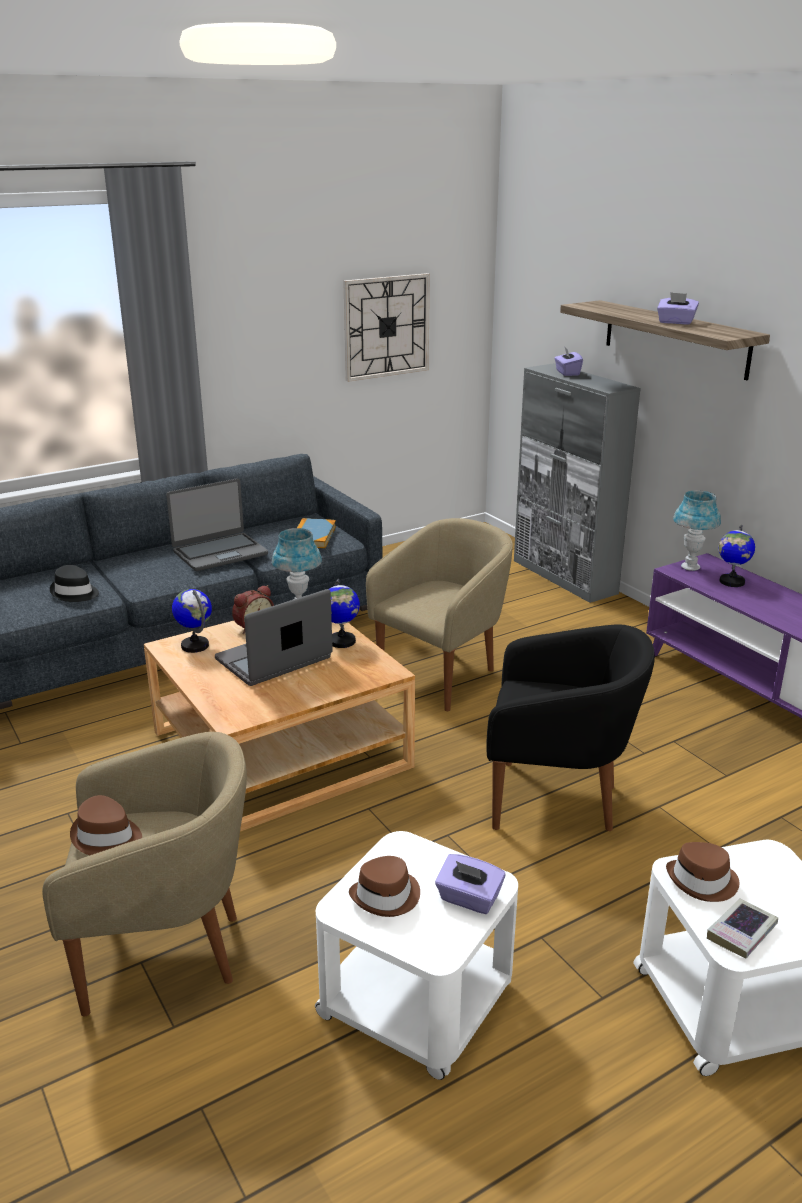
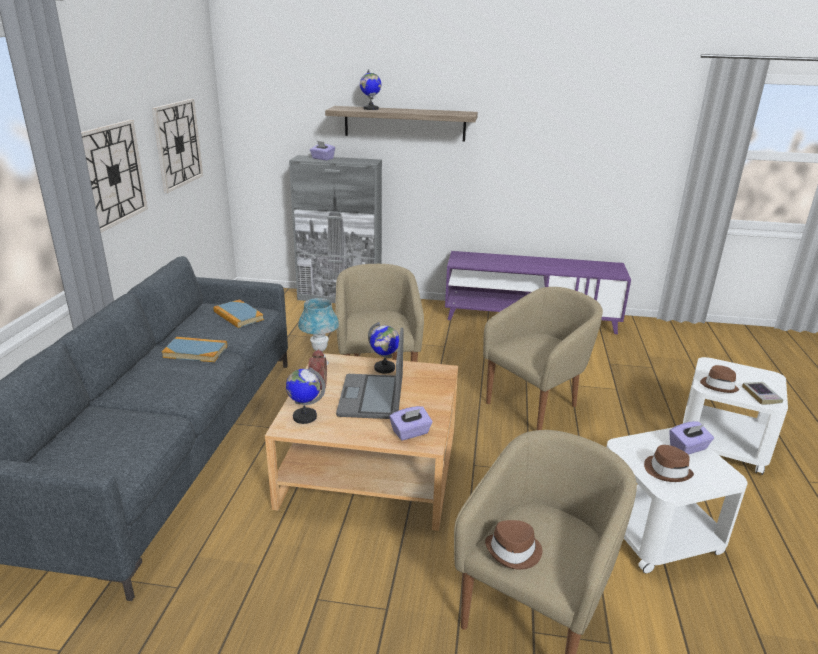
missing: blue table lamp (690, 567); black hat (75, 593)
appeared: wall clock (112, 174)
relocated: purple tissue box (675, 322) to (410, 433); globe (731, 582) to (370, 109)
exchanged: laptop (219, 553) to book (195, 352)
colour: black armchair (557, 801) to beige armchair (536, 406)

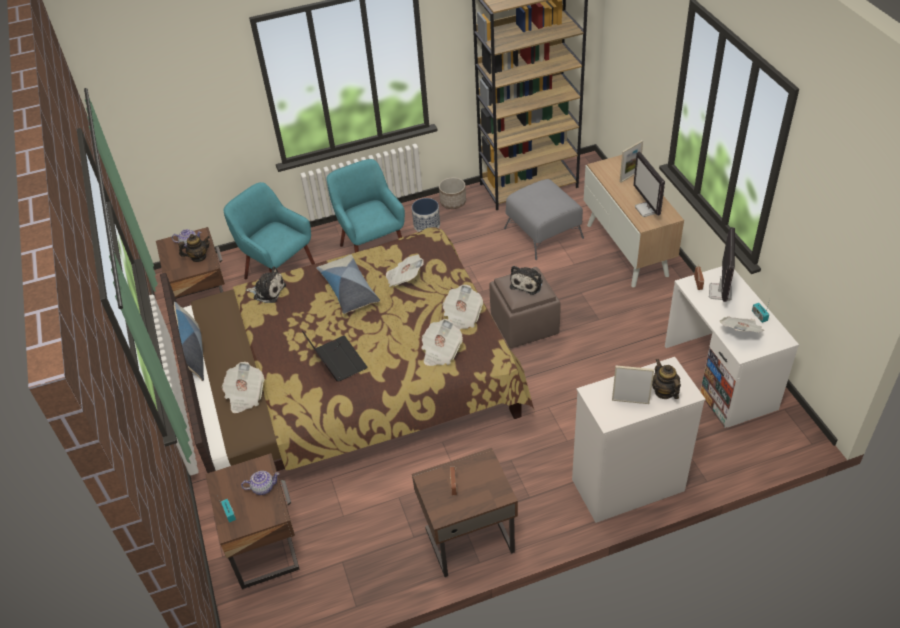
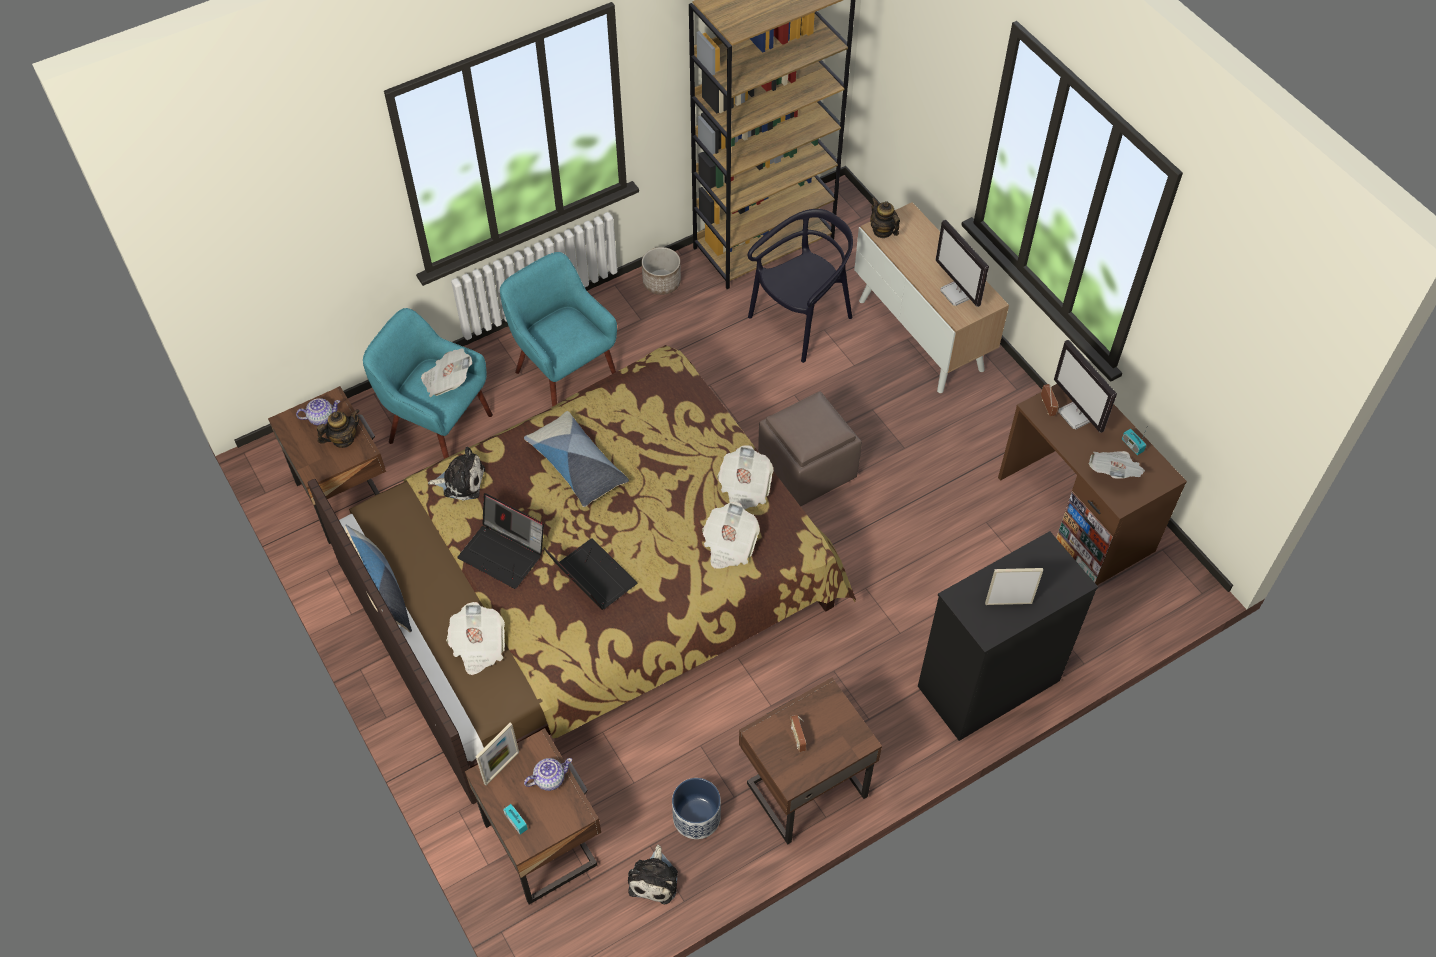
appeared: laptop (504, 553)
relocated: picture frame (629, 176) to (501, 768); planter (427, 225) to (697, 817); newspaper (404, 278) to (447, 381); plush toy (527, 283) to (654, 879); teapot (664, 392) to (882, 231)
exchanged: grey ottoman (543, 233) to black chair (801, 320)
colour: white desk (720, 376) to brown desk (1075, 514); white dresser (627, 485) to black dresser (987, 684)
spun: monitor (720, 292) = (1077, 415) 150 degrees clockwise

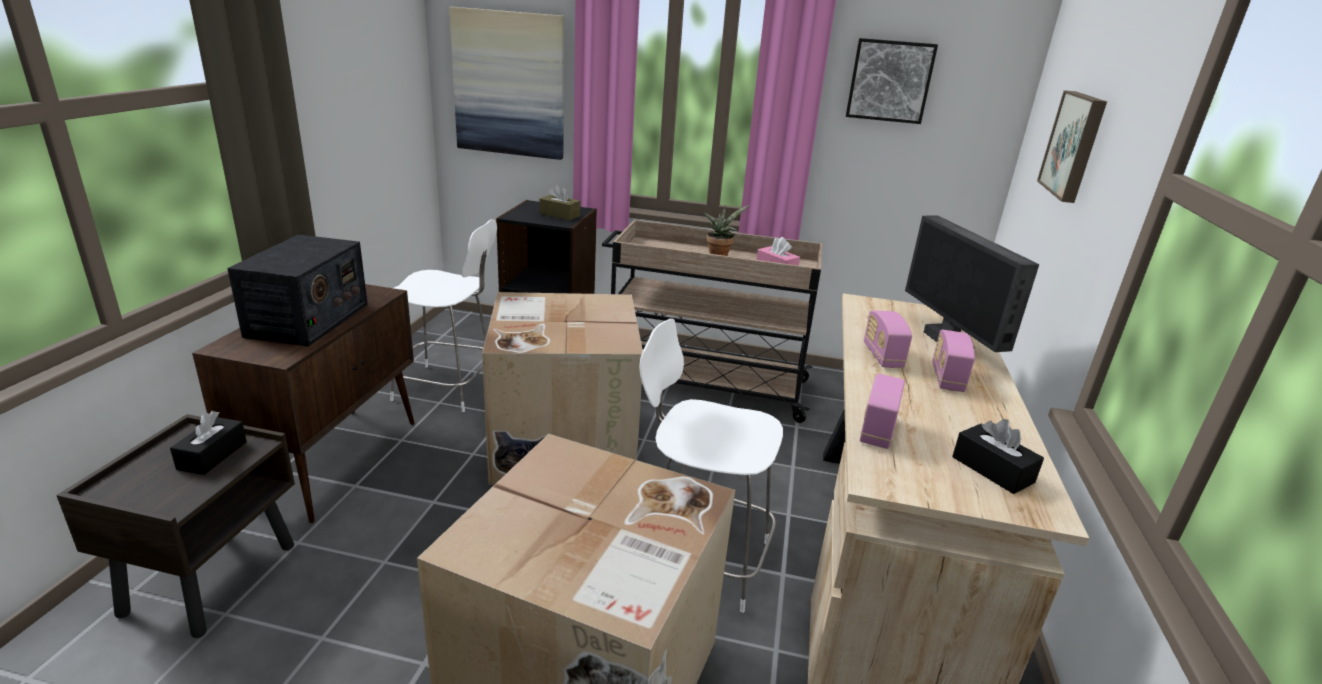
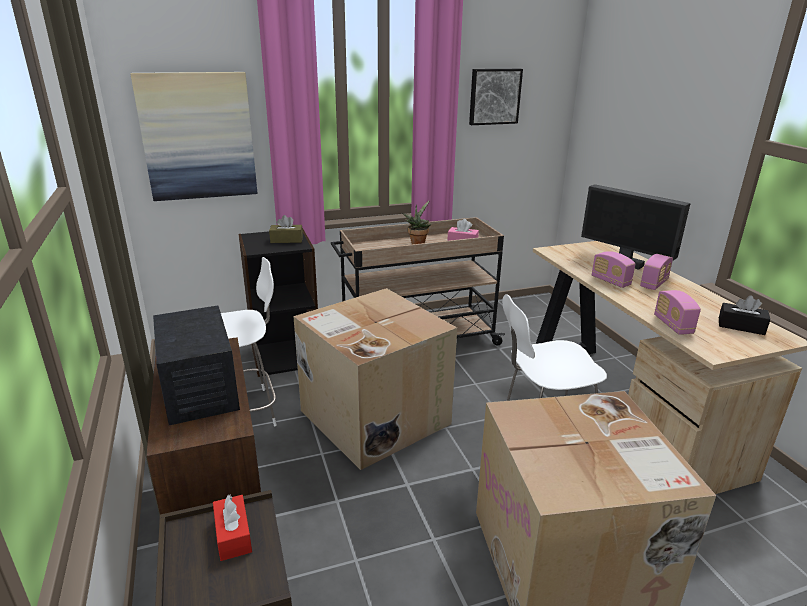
missing: picture (1075, 145)
colour: black tissue box (212, 455) to red tissue box (233, 535)
spun: radio (947, 378) = (654, 284) 120 degrees counterclockwise

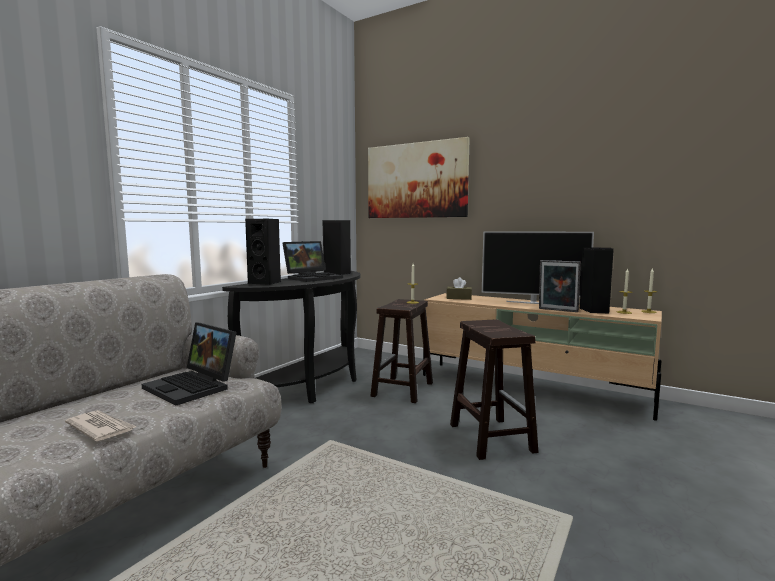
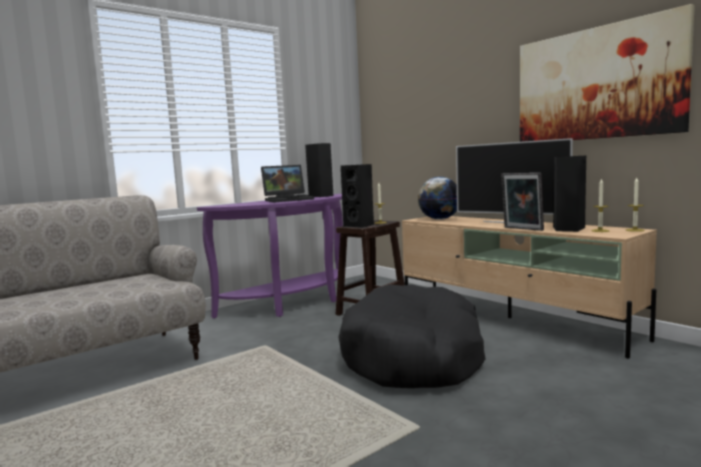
missing: laptop (194, 387); newspaper (101, 428)
relocated: picture (416, 180) to (596, 84); black speaker (266, 283) to (360, 225)
exchanged: brown tissue box (459, 298) to globe (439, 219); brown stool (490, 437) to black dog bed (414, 356)
colour: black console table (314, 387) to purple console table (294, 304)

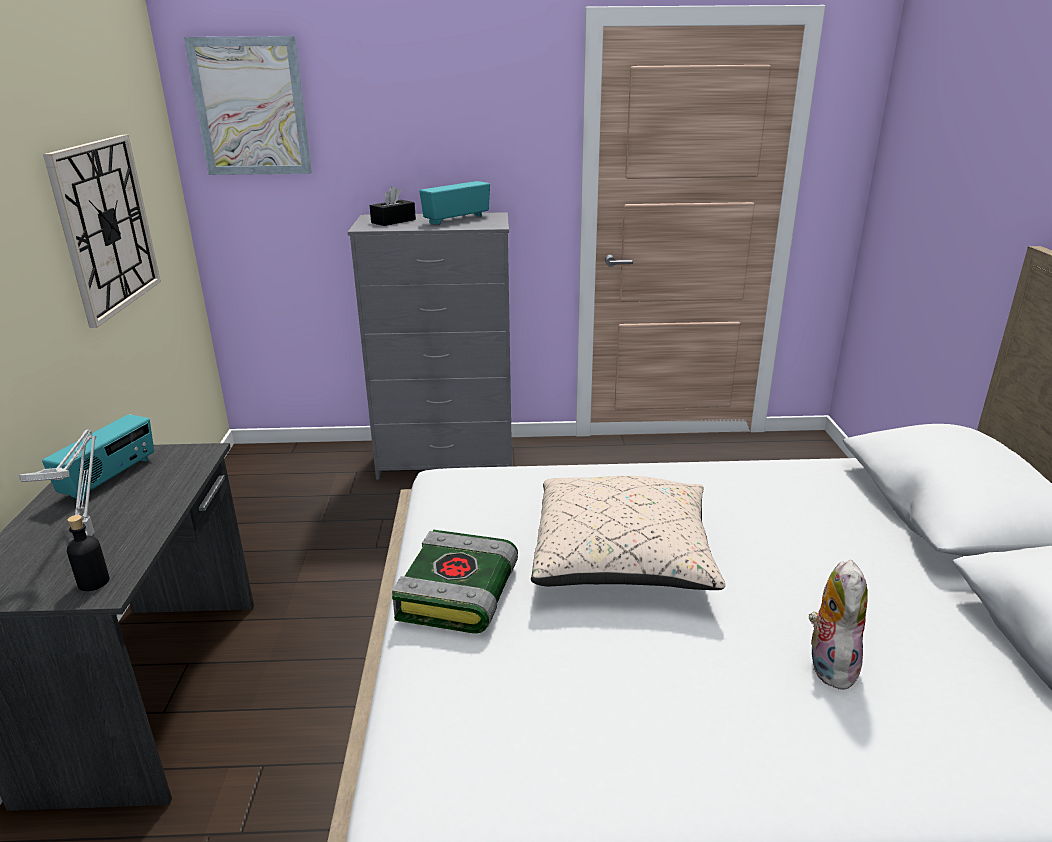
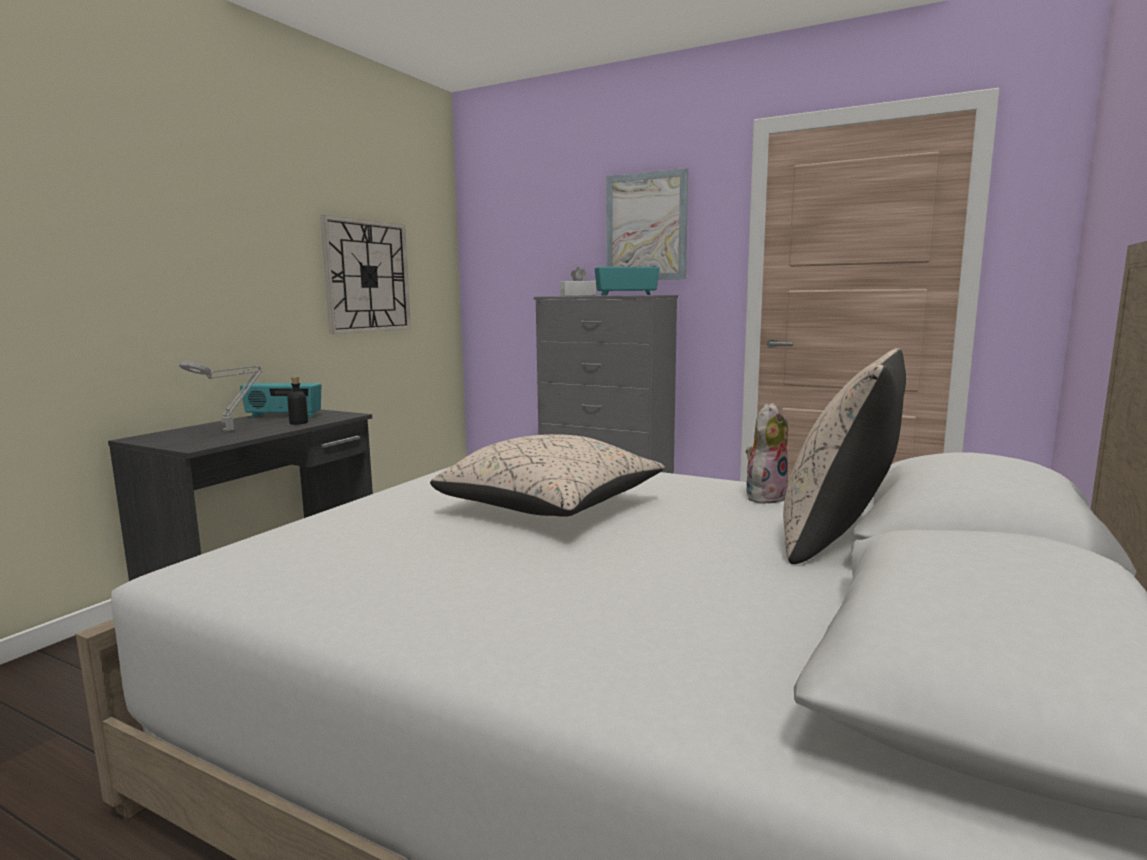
missing: book (459, 595)
appeared: beige pillow (837, 537)
relocated: picture (251, 107) to (646, 227); black bottle (94, 582) to (299, 423); plush toy (828, 664) to (765, 496)
colour: black tissue box (393, 221) to white tissue box (578, 295)
spun: radio (110, 478) = (283, 416) 45 degrees clockwise

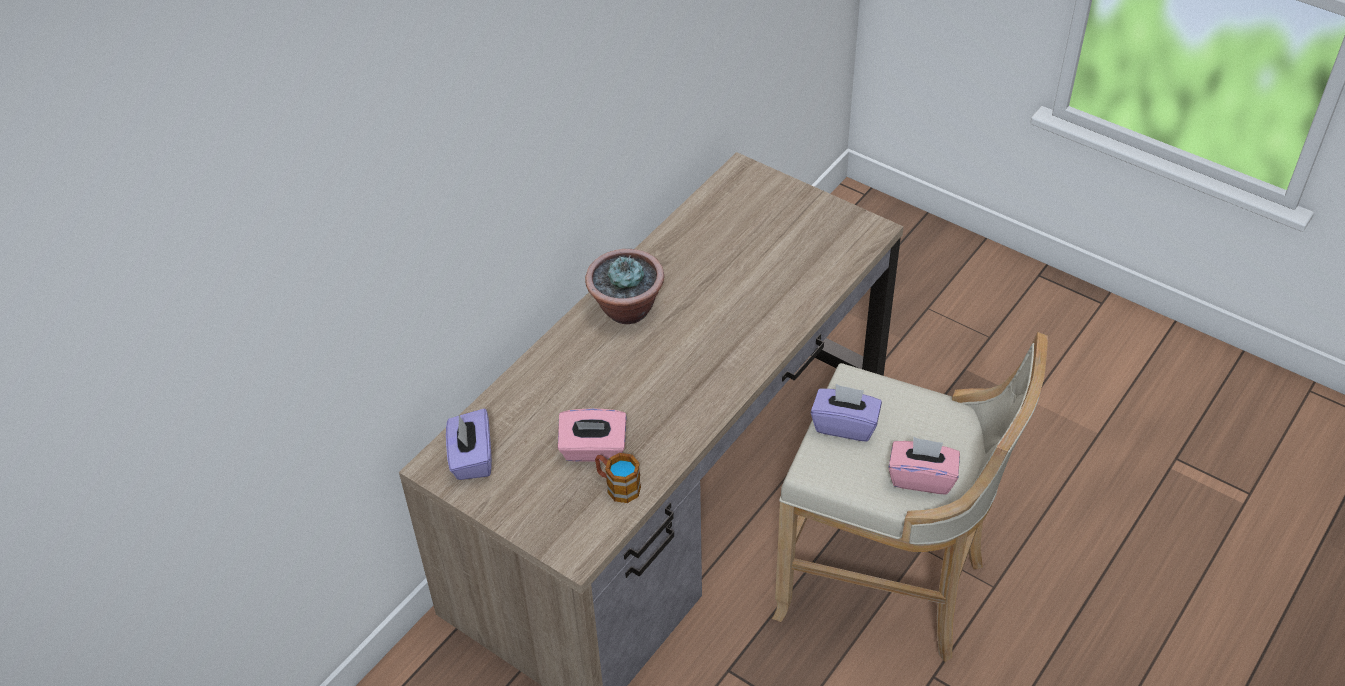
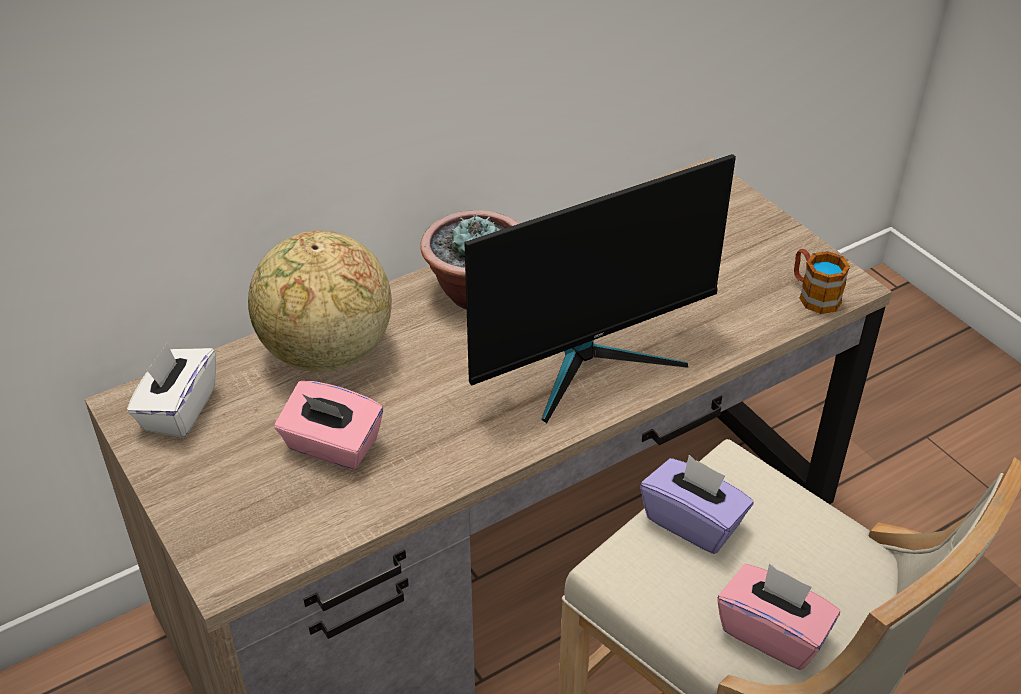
appeared: monitor (592, 361); globe (326, 353)
relocated: mug (617, 486) to (813, 295)
colour: purple tissue box (471, 458) to white tissue box (178, 409)

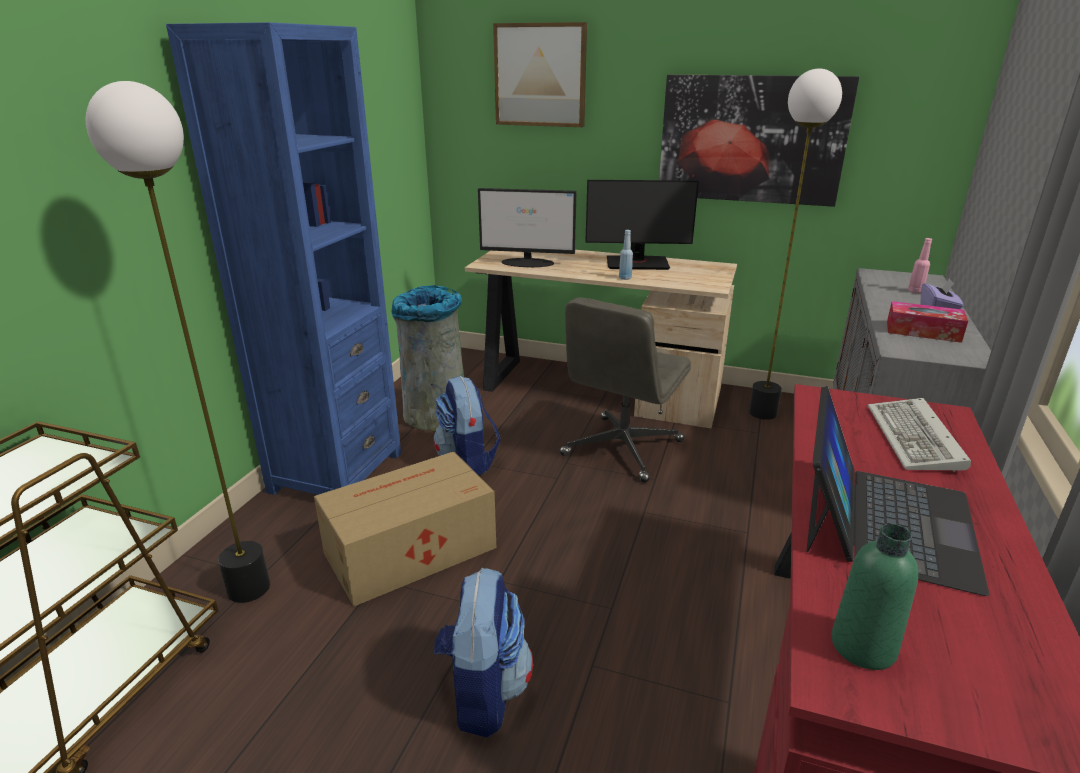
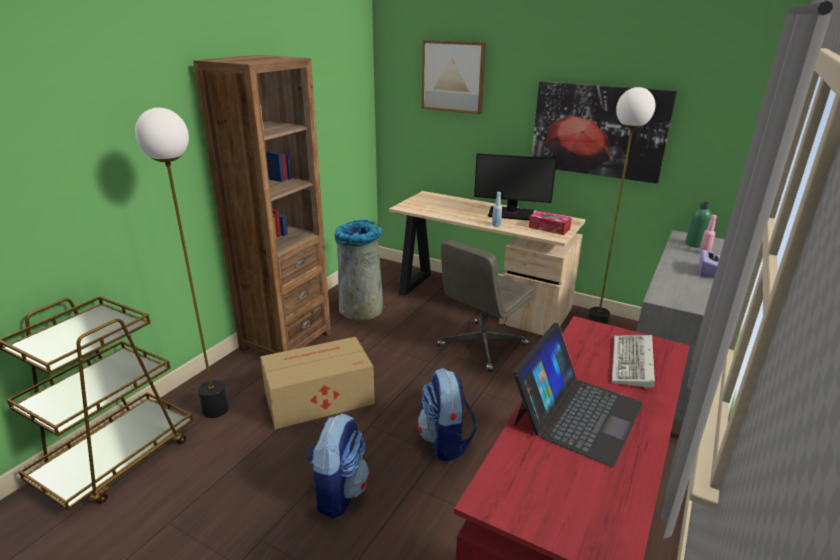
missing: monitor (528, 263)
relocated: tissue box (923, 331) to (549, 228); backpack (467, 462) to (445, 441); green bottle (863, 646) to (695, 244)
colour: blue bookcase (336, 472) to brown bookcase (286, 341)

